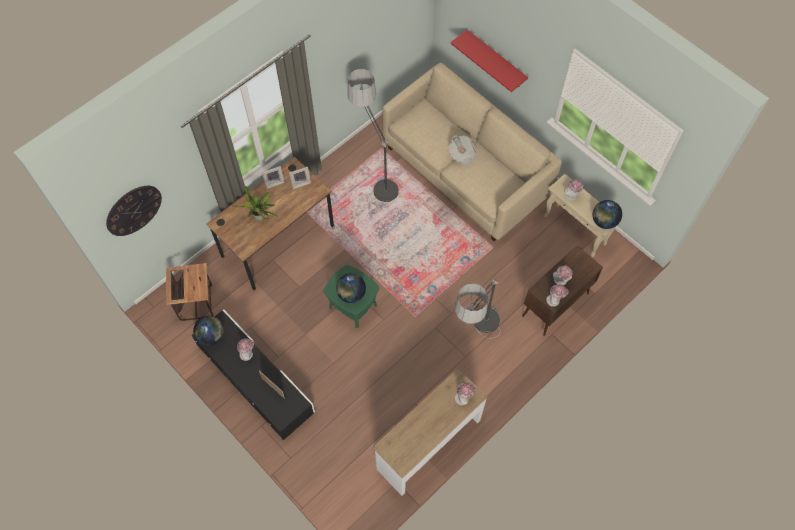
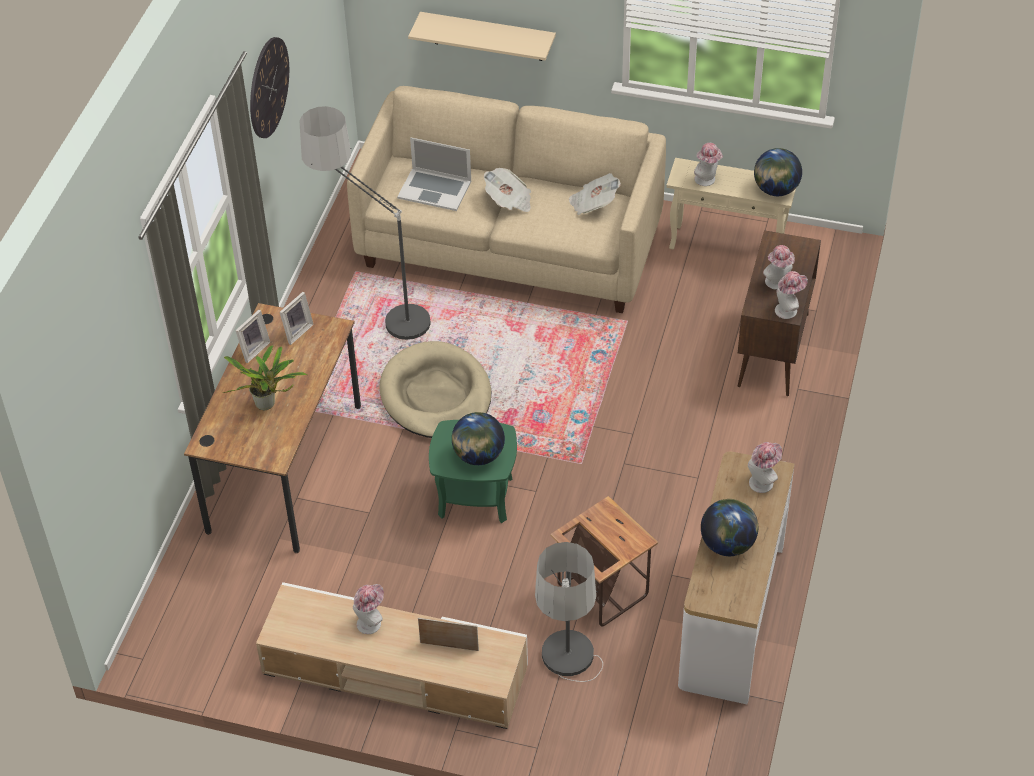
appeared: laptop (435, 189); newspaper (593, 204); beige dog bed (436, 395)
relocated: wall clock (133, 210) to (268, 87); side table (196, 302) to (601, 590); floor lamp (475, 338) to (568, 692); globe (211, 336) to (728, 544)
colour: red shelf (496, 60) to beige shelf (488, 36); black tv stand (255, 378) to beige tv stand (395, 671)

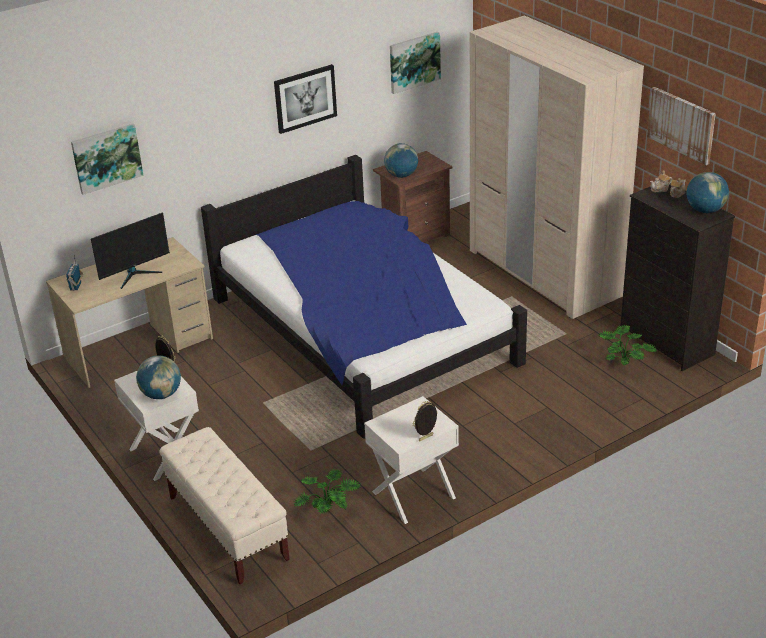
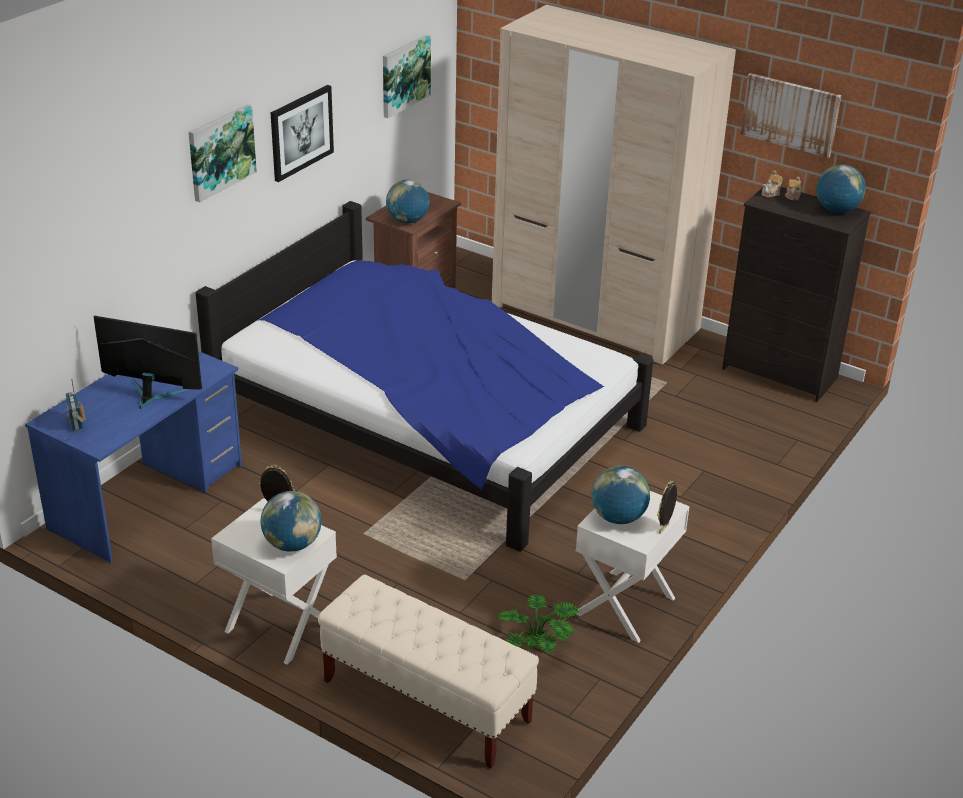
missing: potted plant (624, 362)
appeared: globe (618, 517)
relocated: picture (106, 158) to (220, 151)
colour: beige desk (139, 348) to blue desk (148, 497)
spun: monitor (135, 274) = (151, 394) 105 degrees counterclockwise

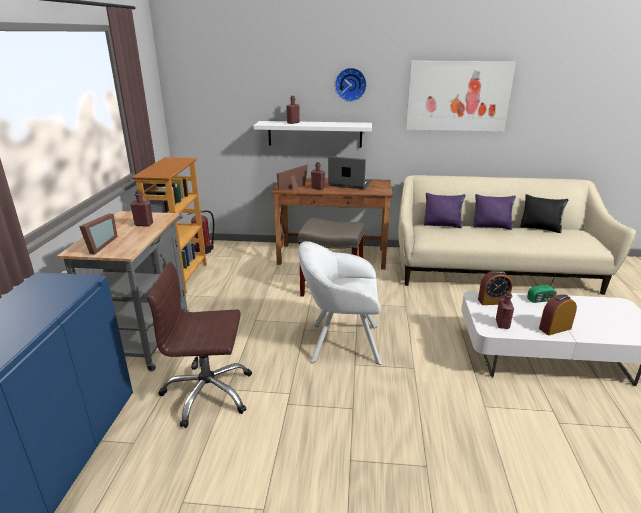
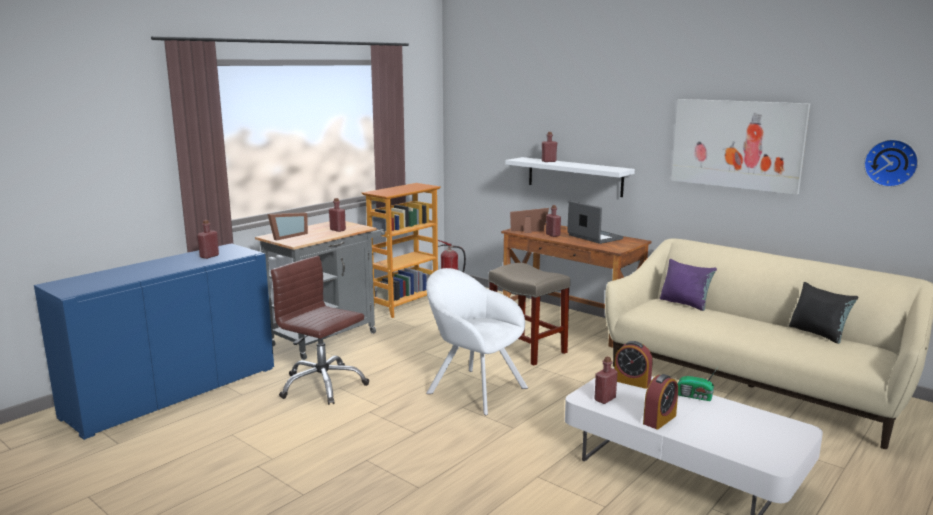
missing: purple pillow (492, 226)
appeared: red bottle (209, 256)
relocated: wall clock (350, 84) to (891, 162)
spun: alarm clock (555, 328) = (659, 419) 120 degrees clockwise

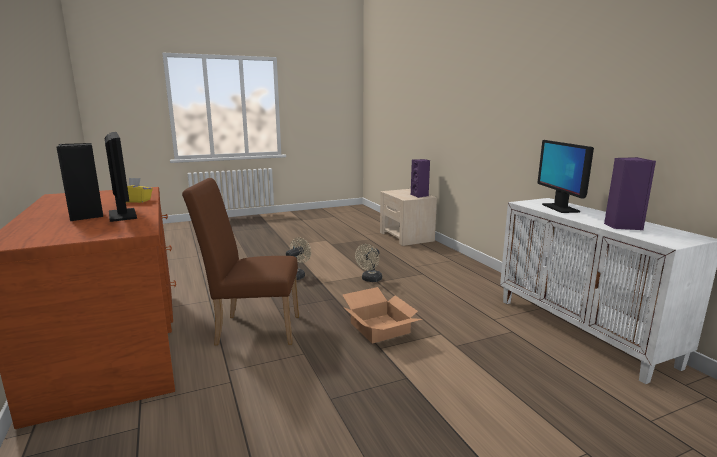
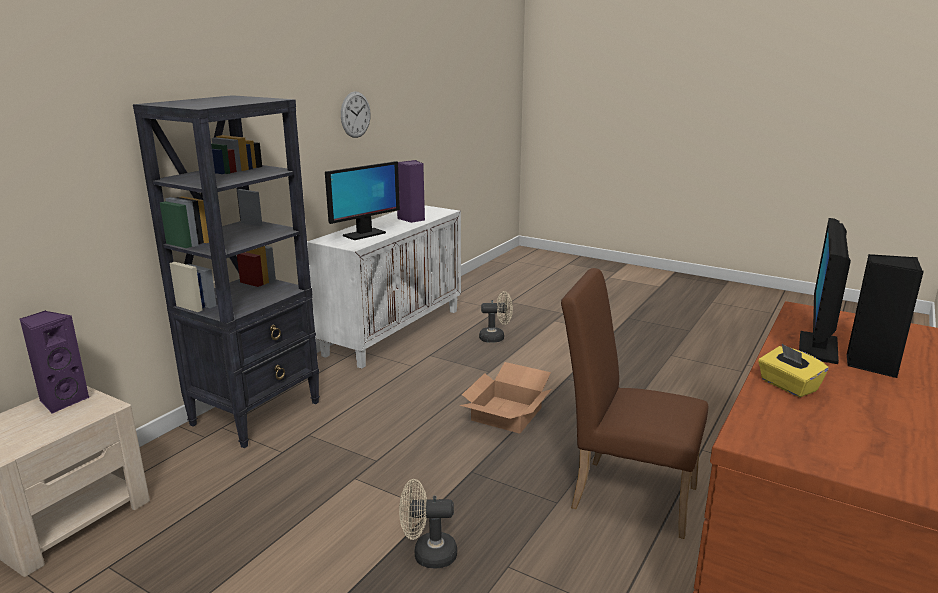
appeared: wall clock (355, 114); black bookcase (257, 413)
relocated: beige fan (370, 280) to (496, 338)
spun: brown chair (252, 329) = (624, 493) 150 degrees clockwise

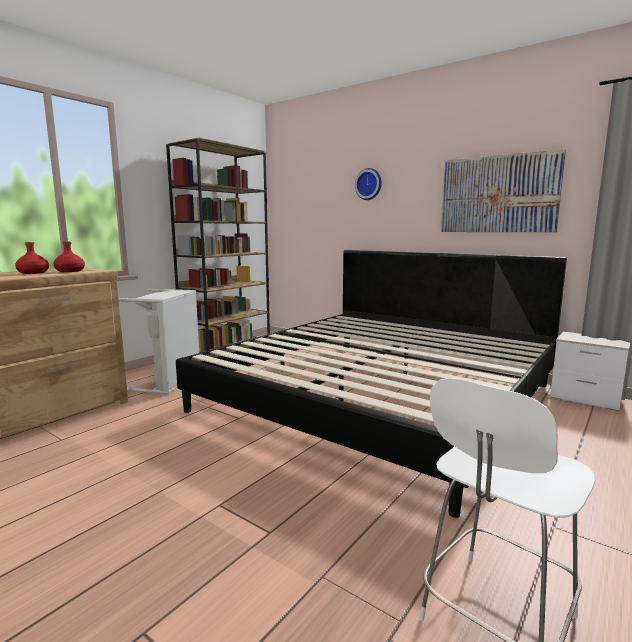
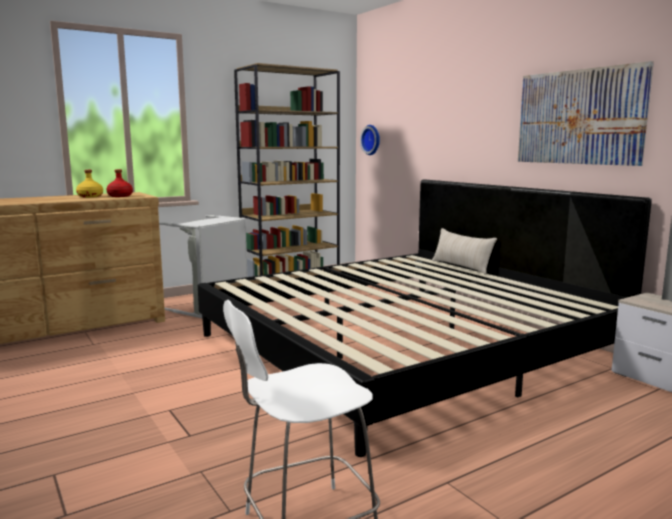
appeared: beige pillow (461, 267)
relocated: wall clock (369, 184) to (372, 140)
colour: red bottle (33, 273) to yellow bottle (90, 196)

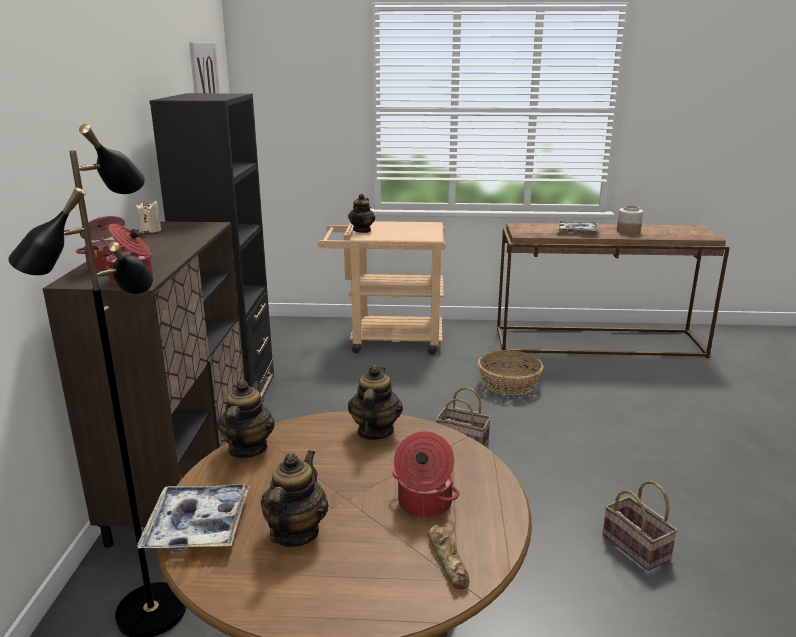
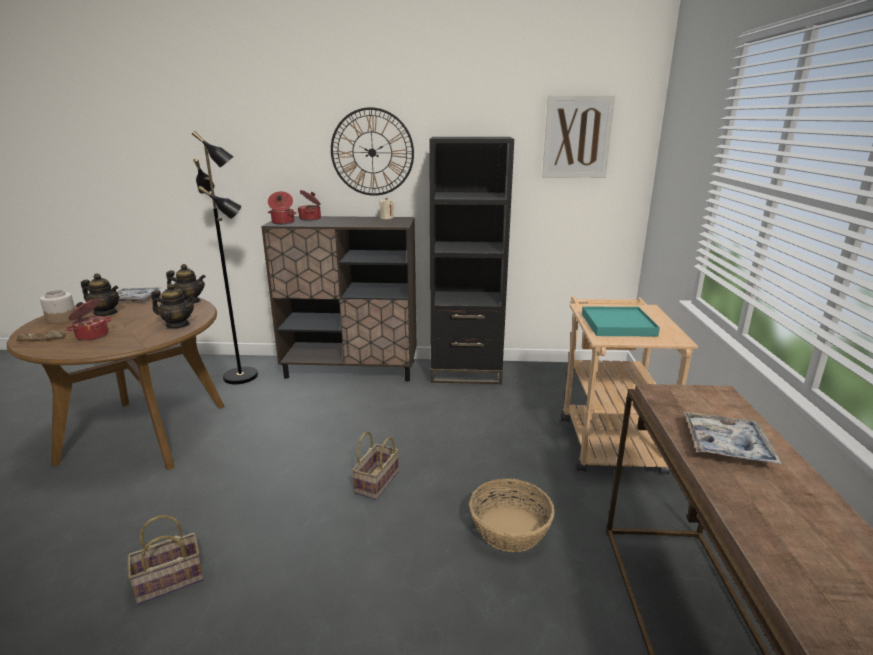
missing: teapot (362, 230)
appeared: wall clock (372, 152); turquoise tray (617, 325)
relocated: jar (628, 231) to (62, 319)

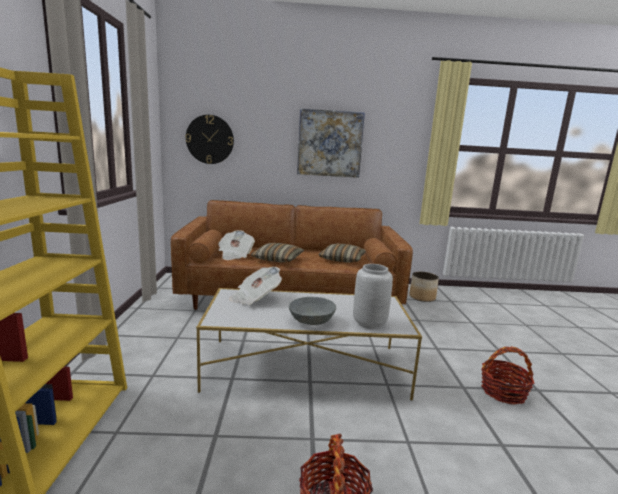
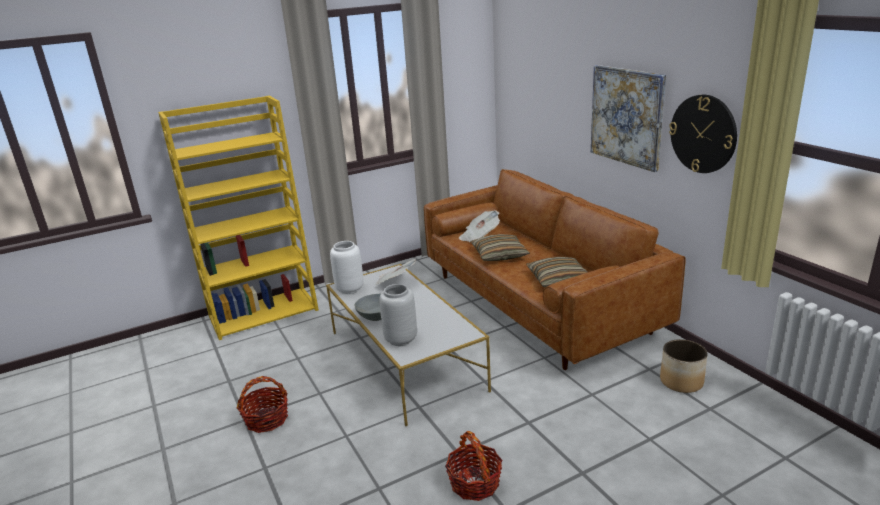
appeared: white vase (349, 289)
relocated: wall clock (210, 139) to (703, 134)

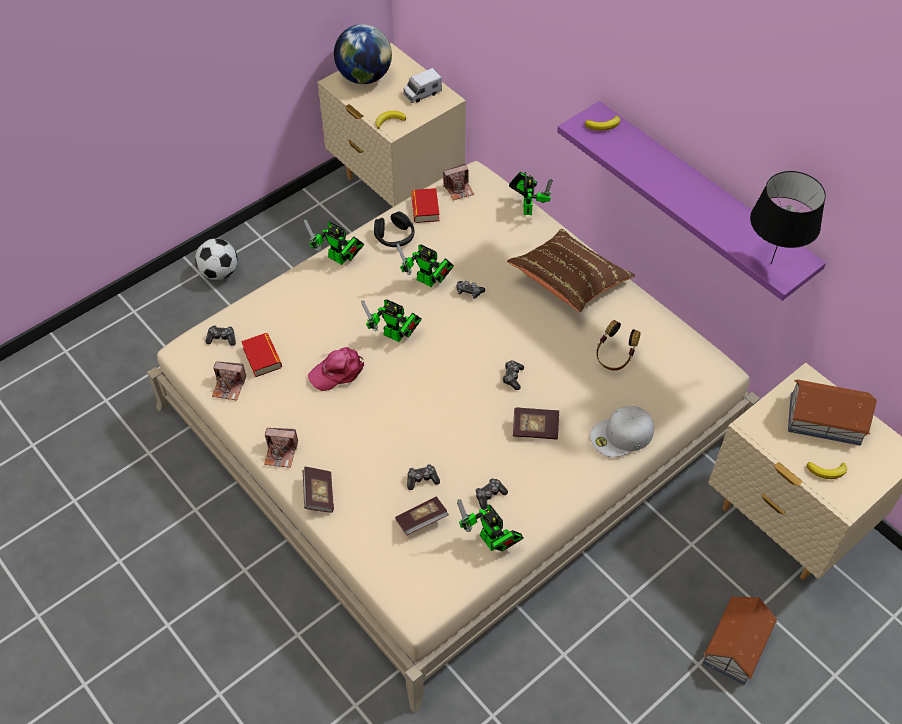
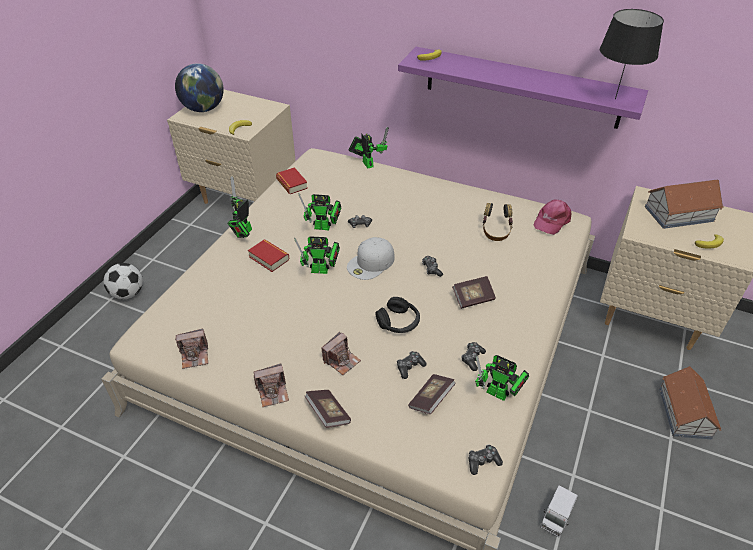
missing: brown pillow (569, 282)
relocated: toy truck (422, 93) to (556, 516); photo camera (458, 189) to (341, 360); black headphones (394, 237) to (398, 322); game controller (222, 338) to (482, 462); book (262, 357) to (269, 258); pink cap (338, 371) to (551, 220); white cap (621, 435) to (371, 263)
spun: toy robot (340, 259) = (243, 234) 105 degrees clockwise

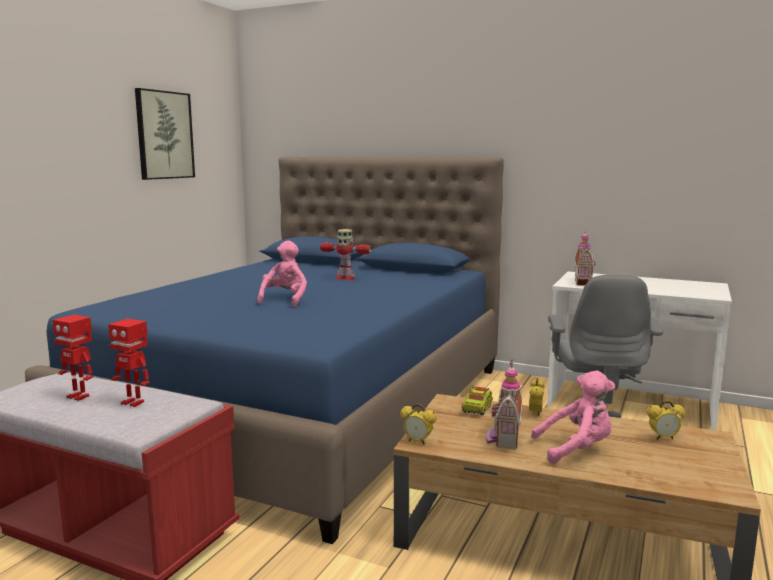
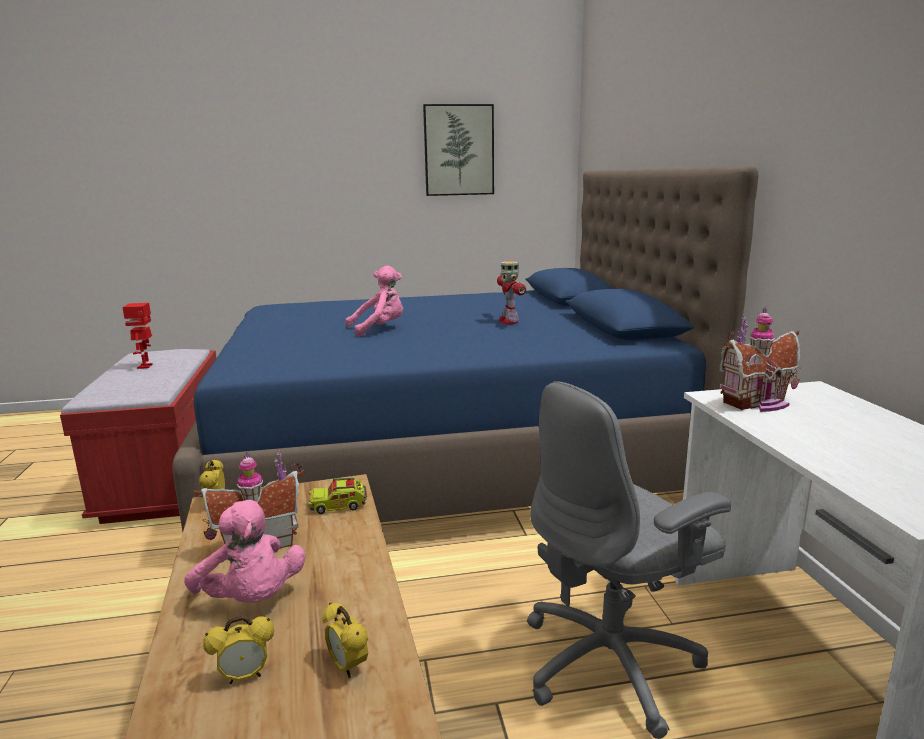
missing: toy robot (134, 402)
relocated: alarm clock (535, 413) to (245, 676)

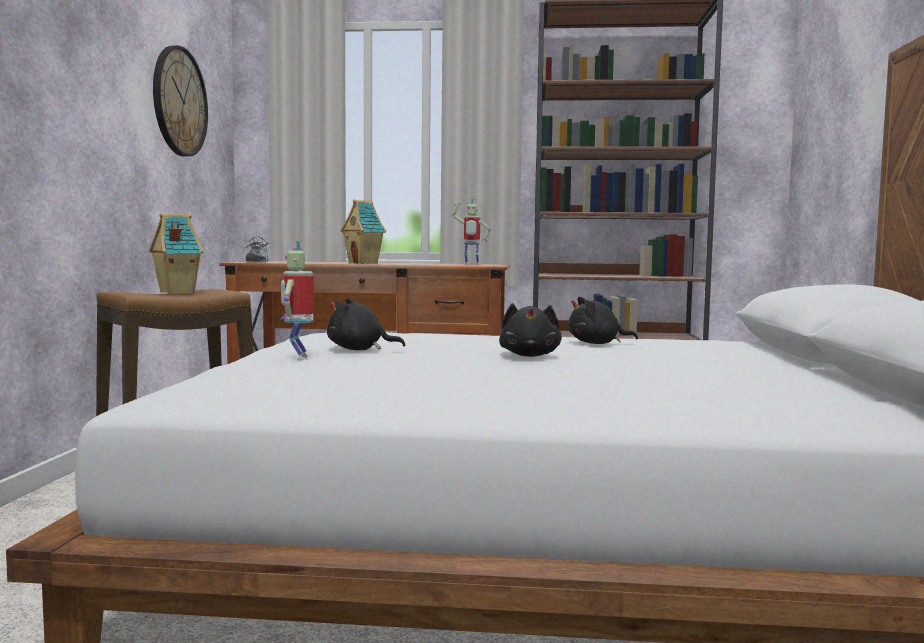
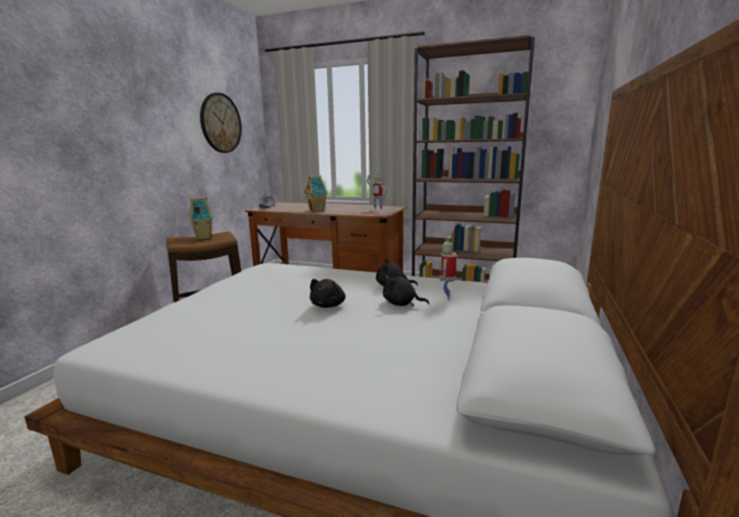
relocated: toy robot (298, 358) to (446, 297); black plush toy (359, 350) to (401, 304)

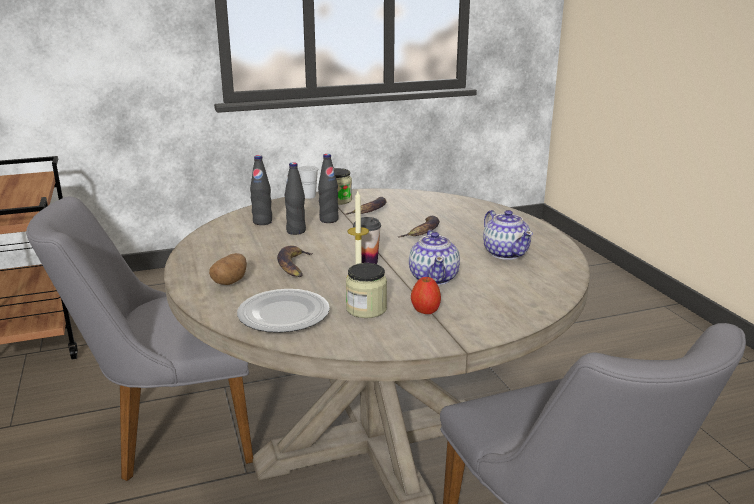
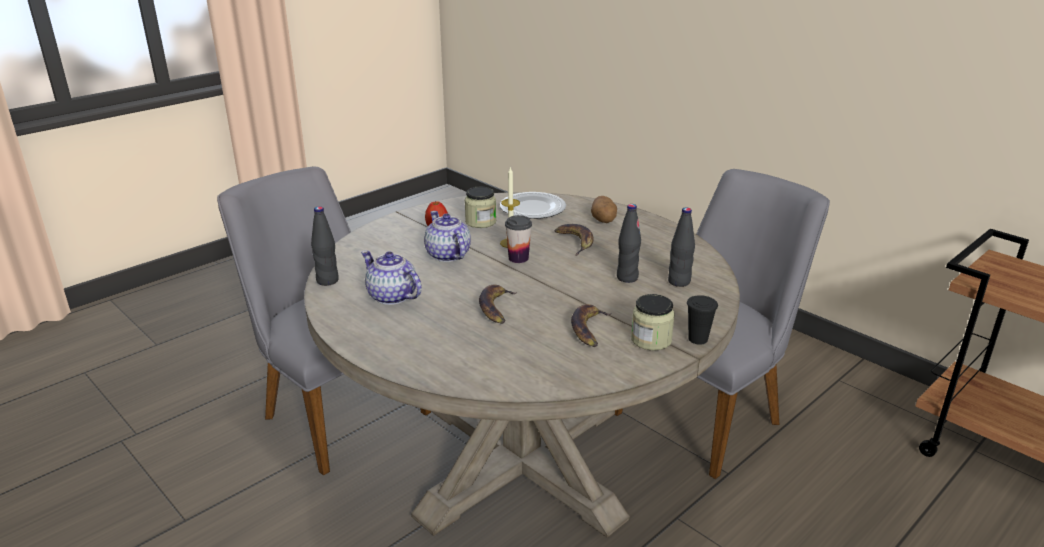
relocated: black bottle (329, 220) to (327, 281)
colour: white cup (309, 196) to black cup (698, 339)

